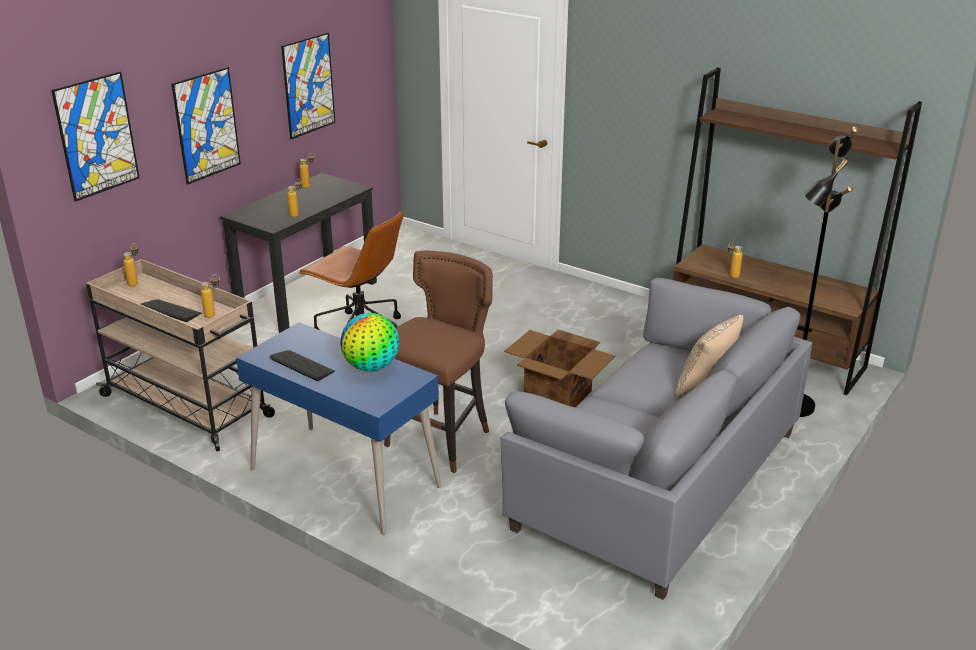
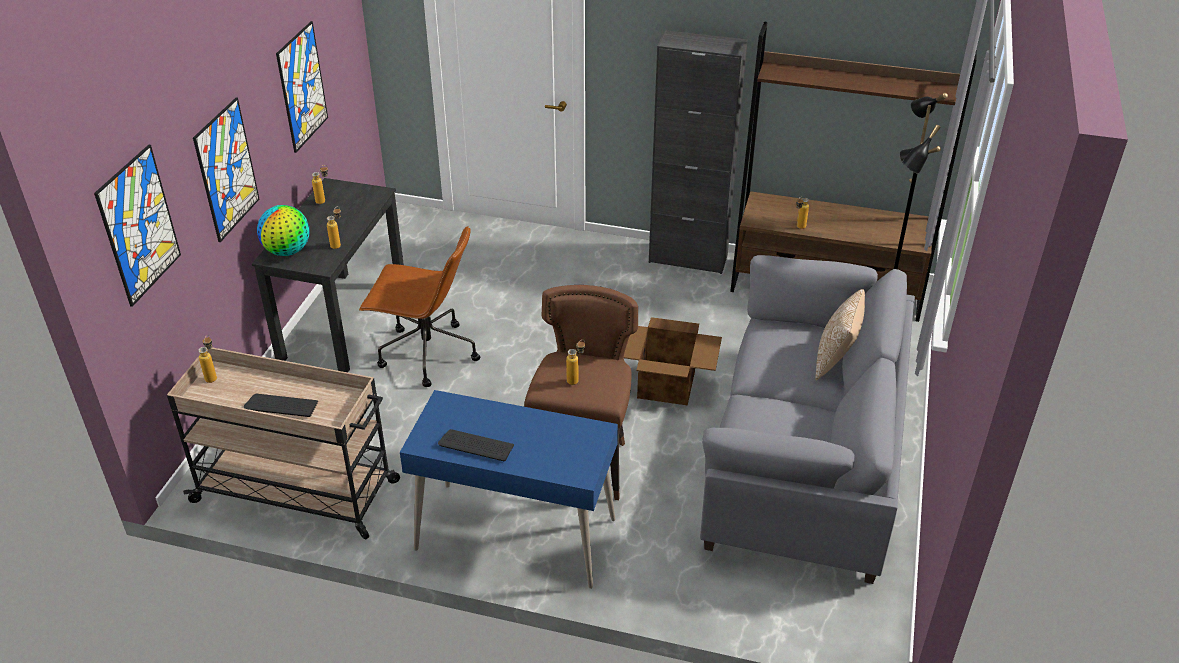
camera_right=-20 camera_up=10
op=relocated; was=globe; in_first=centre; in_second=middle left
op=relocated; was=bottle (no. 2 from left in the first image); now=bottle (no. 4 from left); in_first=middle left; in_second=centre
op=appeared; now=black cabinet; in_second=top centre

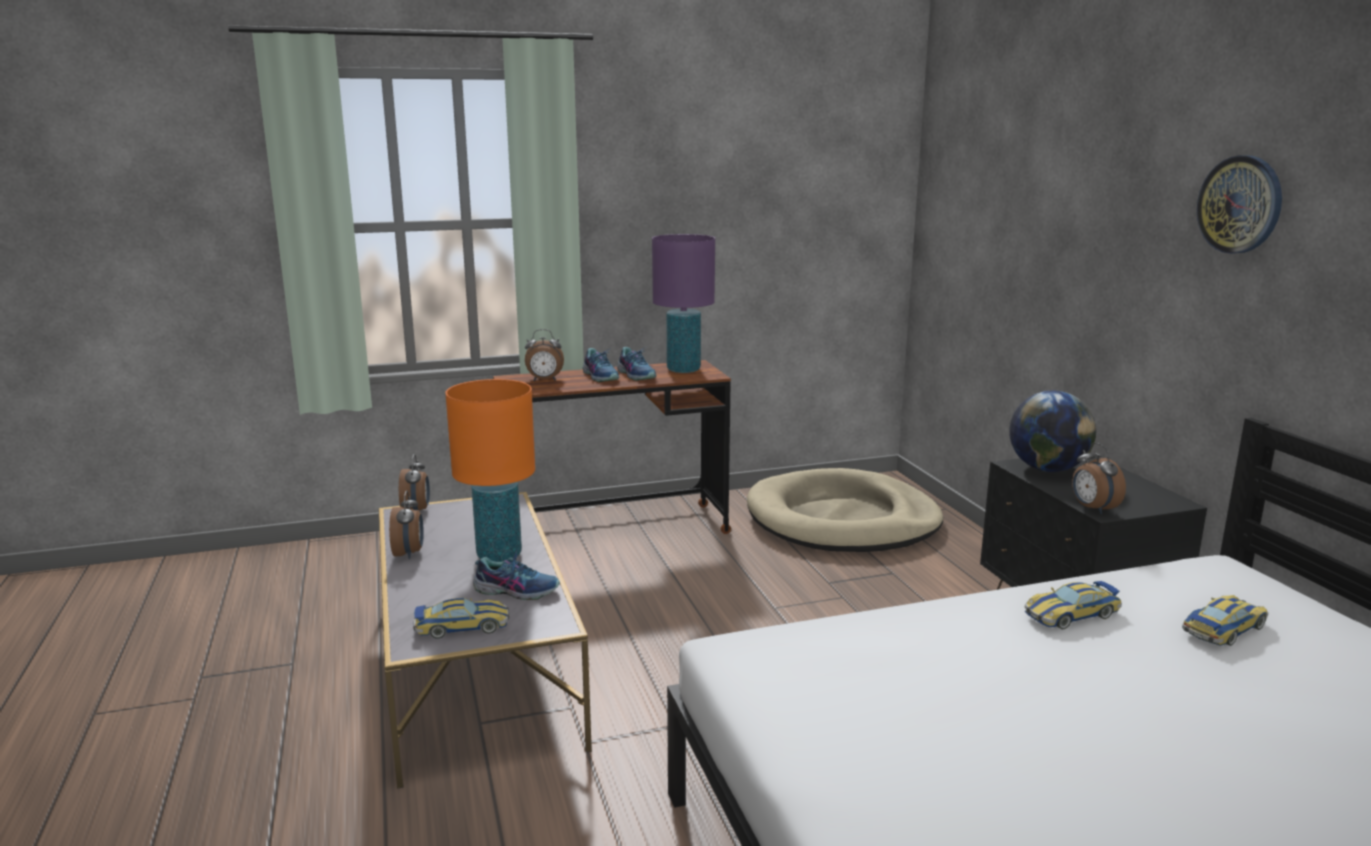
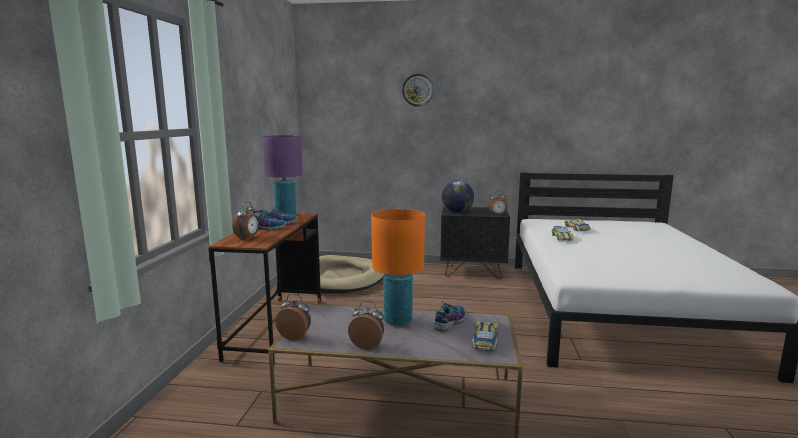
camera_right=-65 camera_up=-5
op=relocated; was=wall clock; in_first=top right; in_second=top centre

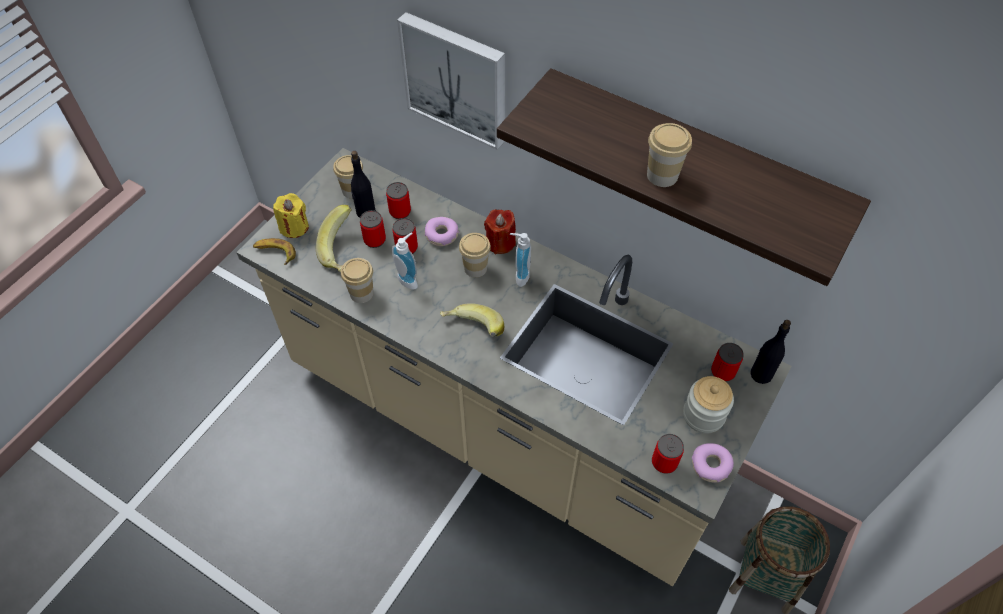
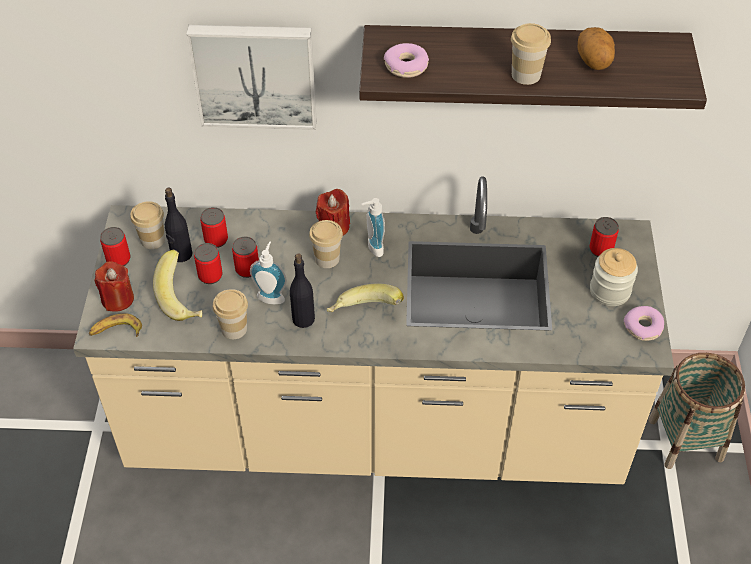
camera_right=-30 camera_up=-5
op=colour; was=yellow candle; now=red candle (no. 1 from left); in_first=middle left; in_second=middle left
op=relocated; was=can (no. 4 from left in the first image); now=can (no. 1 from left); in_first=bottom centre; in_second=middle left
op=relocated; was=black bottle (no. 2 from left); in_first=middle right; in_second=centre
op=relocated; was=donut (no. 1 from left); in_first=centre; in_second=top centre
op=appeared; now=potato; in_second=top right

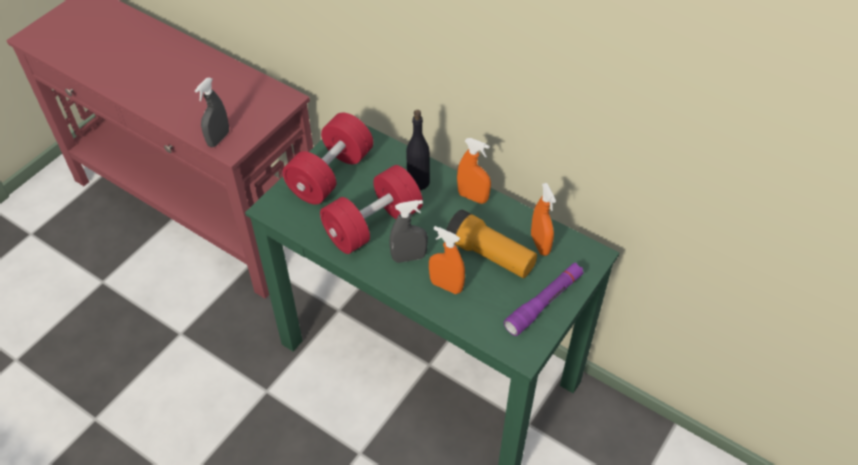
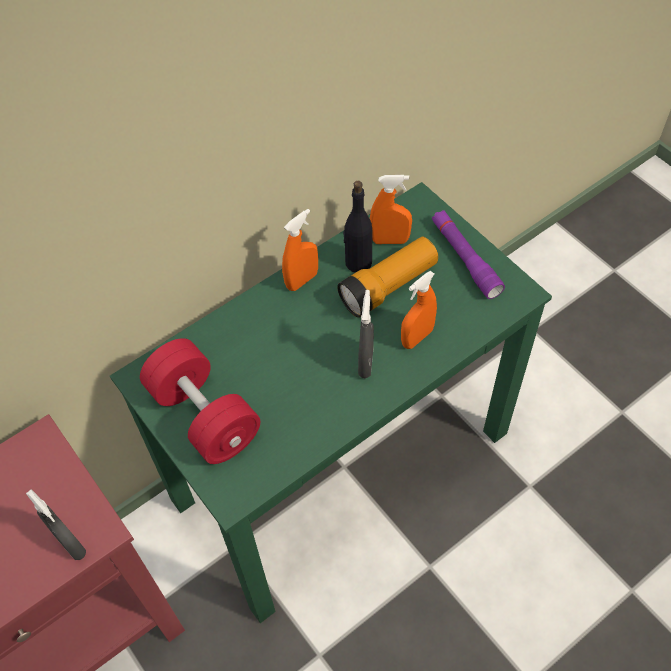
camera_right=-70 camera_up=5
op=relocated; was=black bottle; in_first=top centre; in_second=centre
op=missing; was=red dumbbell (no. 2 from left); in_first=centre

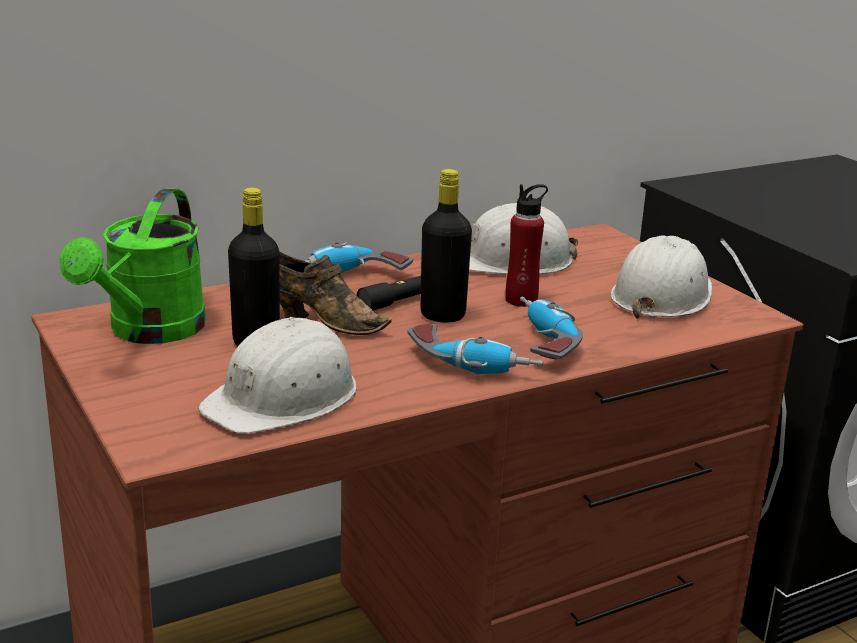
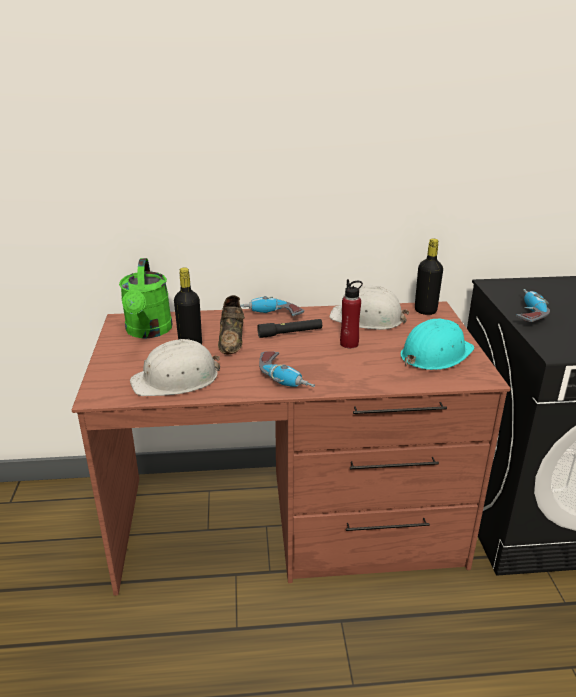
camera_right=25 camera_up=5
op=spun; was=green watering can; in_first=middle left; in_second=middle left; clockwise=-45
op=spun; was=brown shoe; in_first=centre; in_second=centre; clockwise=45
op=colour; was=white hard hat (no. 3 from left); now=turquoise hard hat; in_first=middle right; in_second=middle right
op=relocated; was=black bottle (no. 2 from left); in_first=centre; in_second=middle right
op=relocated; was=power drill (no. 3 from left); in_first=centre; in_second=middle right

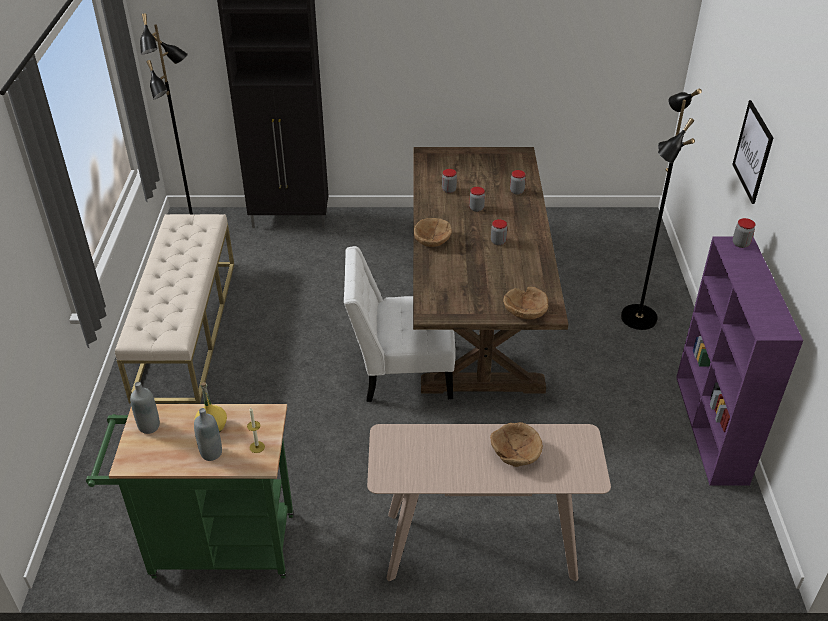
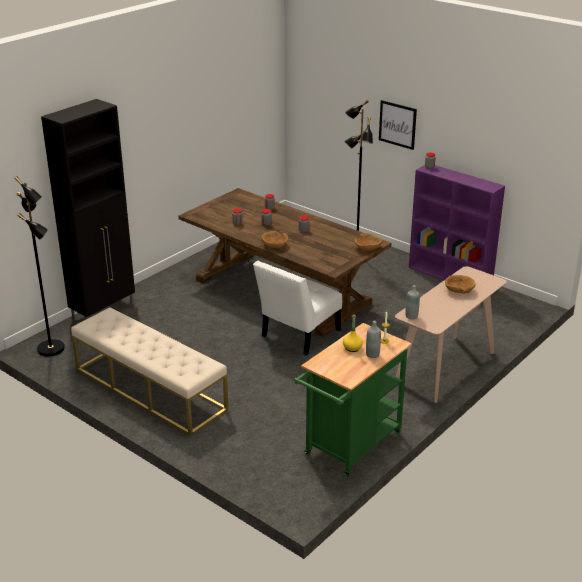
camera_right=-50 camera_up=-10
op=relocated; was=grey bottle (no. 1 from left in the first image); now=grey bottle (no. 2 from left); in_first=middle left; in_second=middle right

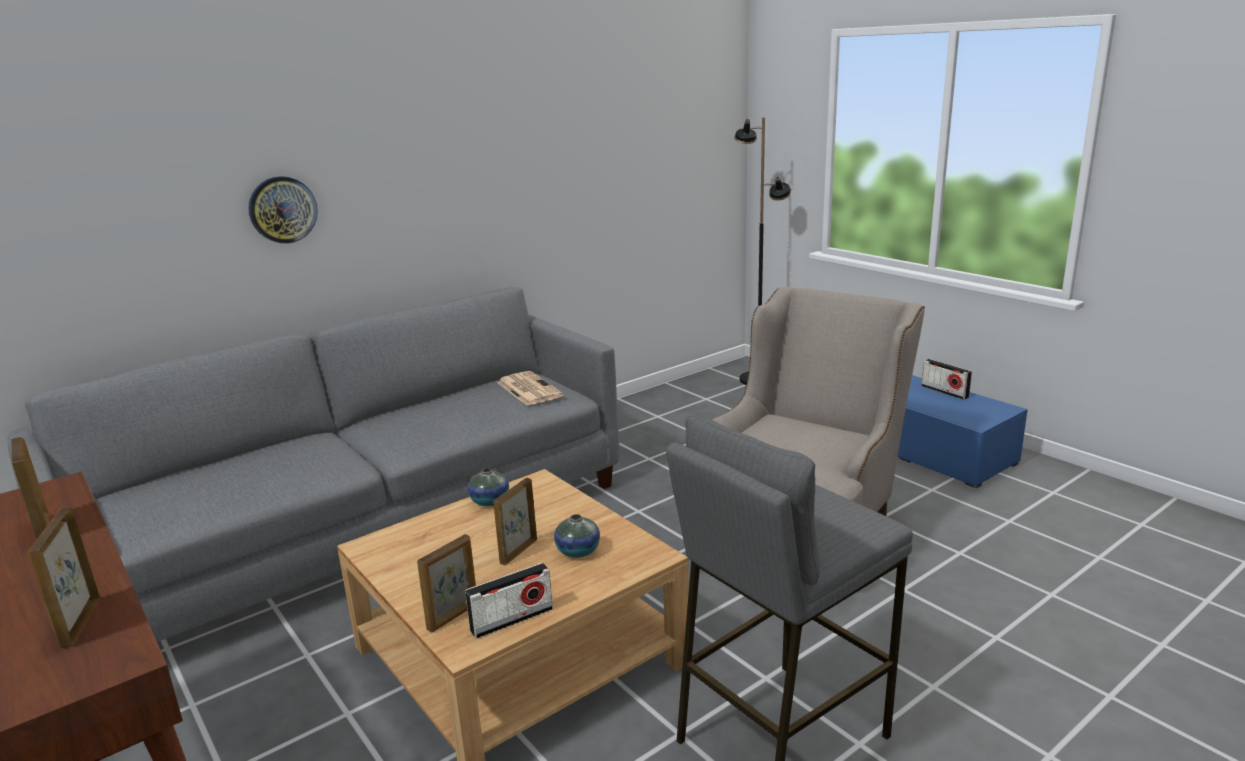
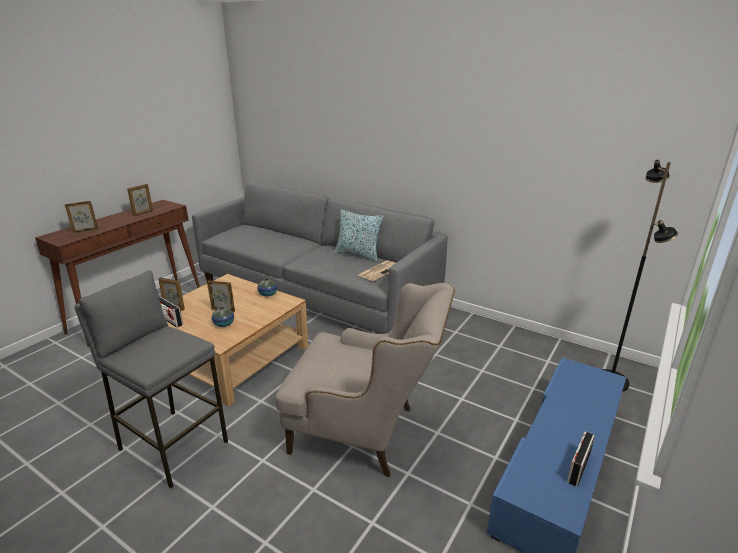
camera_right=70 camera_up=5
op=appeared; now=pillow; in_second=centre
op=missing; was=wall clock; in_first=top left

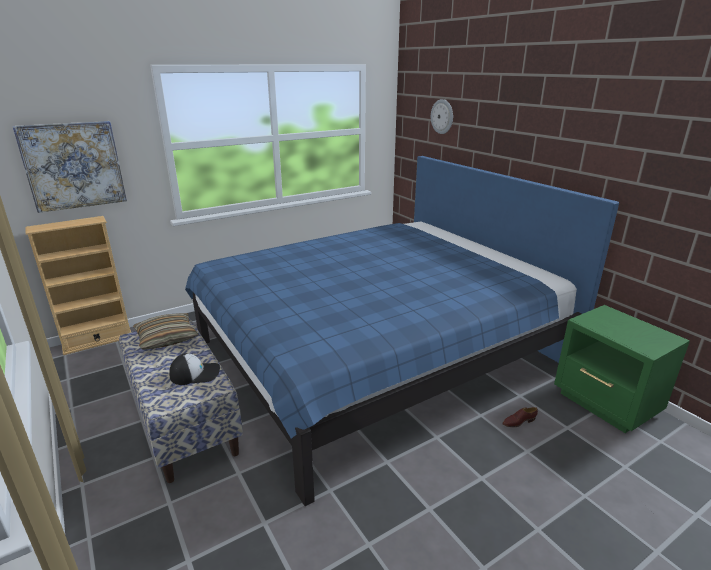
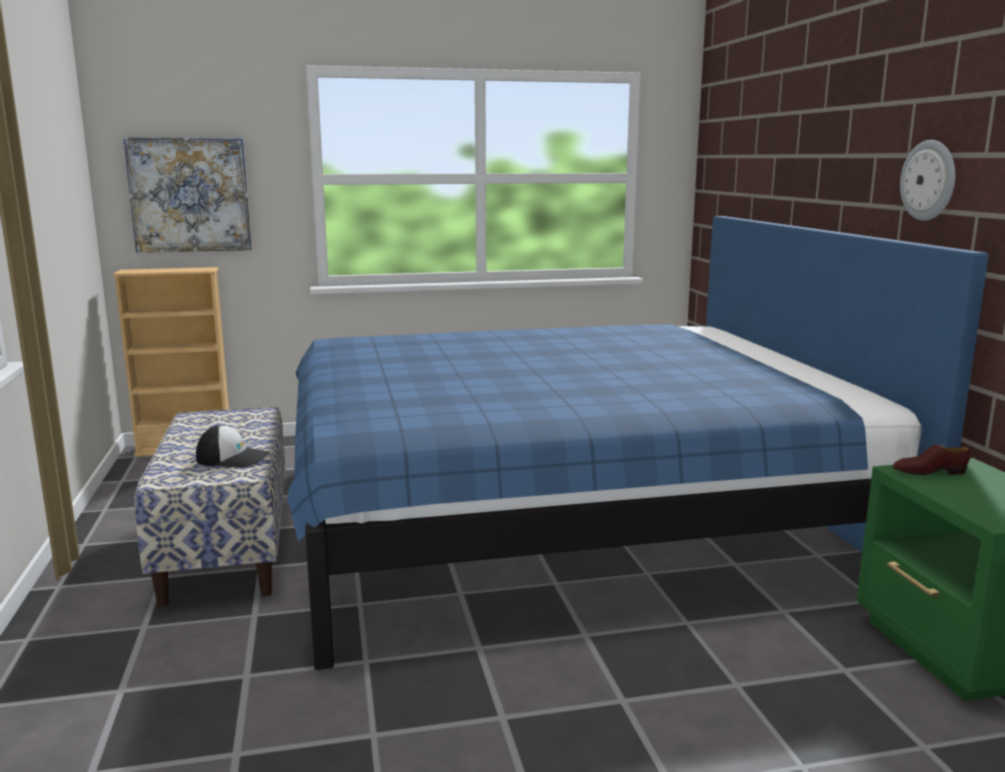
camera_right=20 camera_up=-10
op=relocated; was=brown shoe; in_first=bottom right; in_second=middle right
op=relocated; was=wall clock; in_first=top centre; in_second=top right
op=missing; was=pillow; in_first=middle left

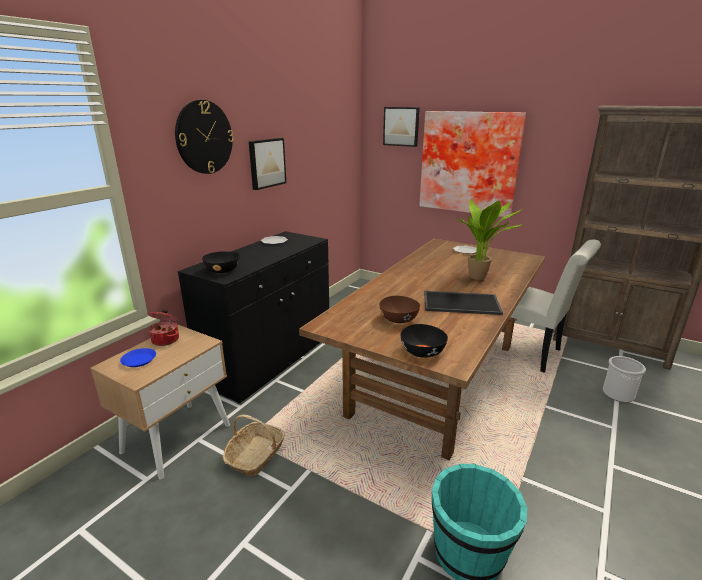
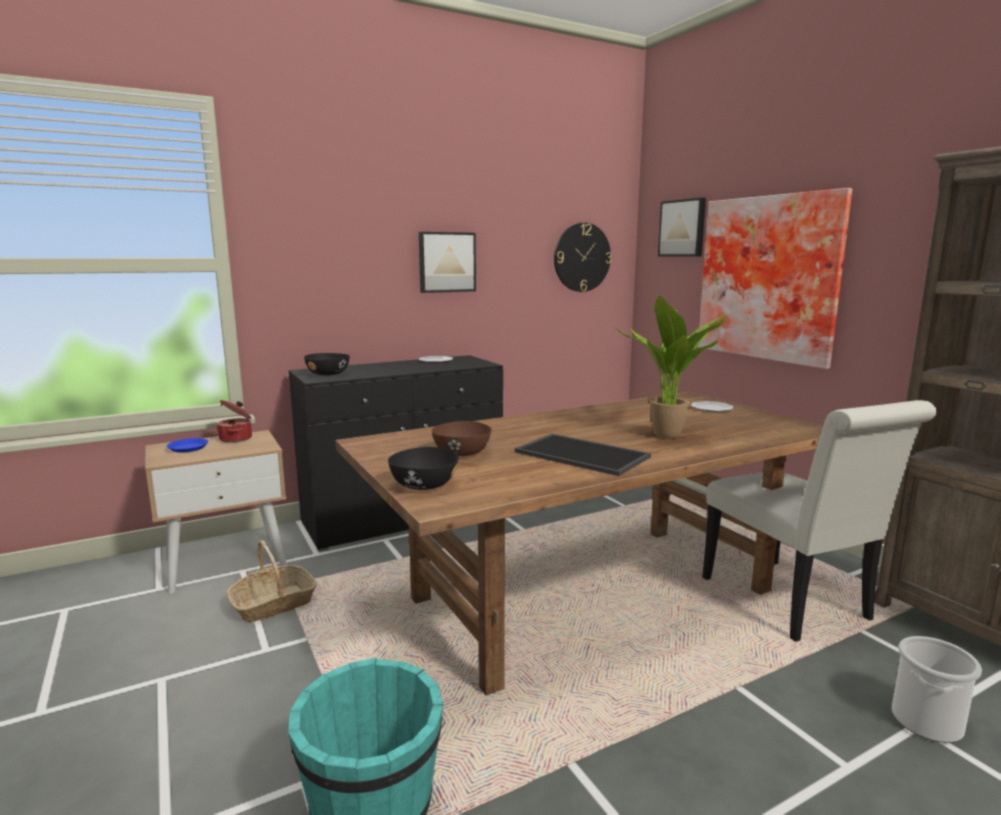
camera_right=30 camera_up=-10
op=relocated; was=wall clock; in_first=top left; in_second=top centre

